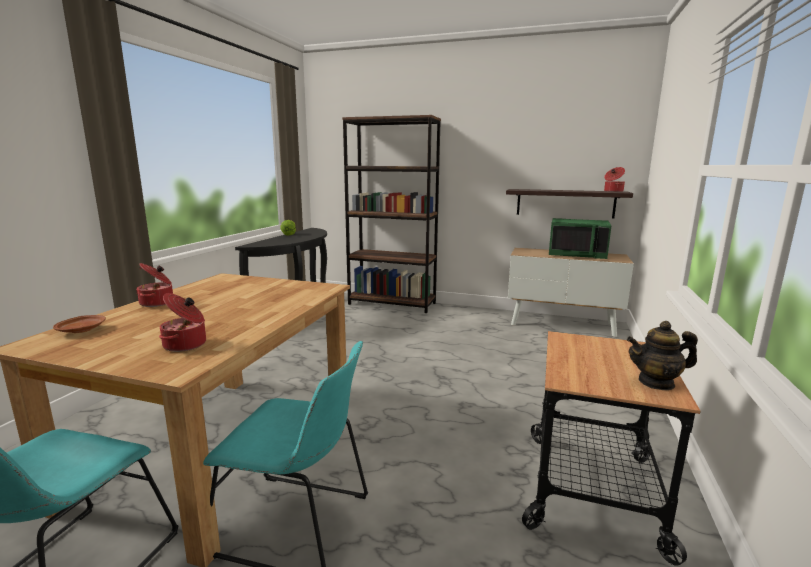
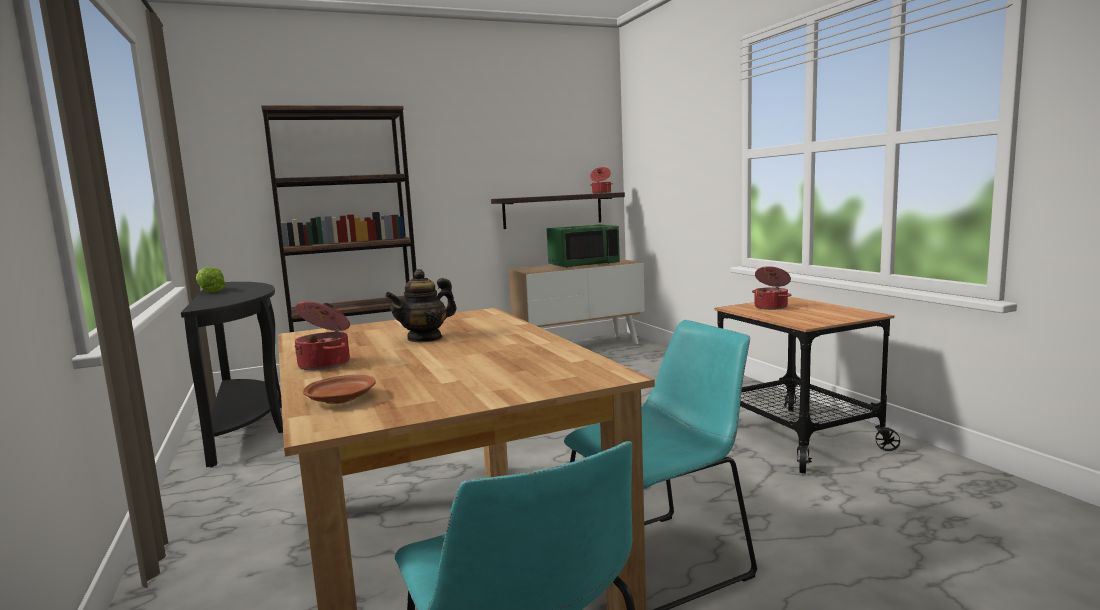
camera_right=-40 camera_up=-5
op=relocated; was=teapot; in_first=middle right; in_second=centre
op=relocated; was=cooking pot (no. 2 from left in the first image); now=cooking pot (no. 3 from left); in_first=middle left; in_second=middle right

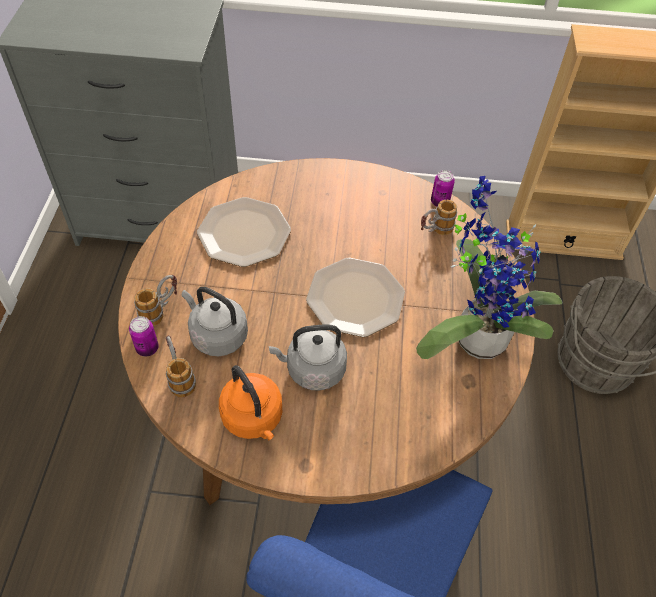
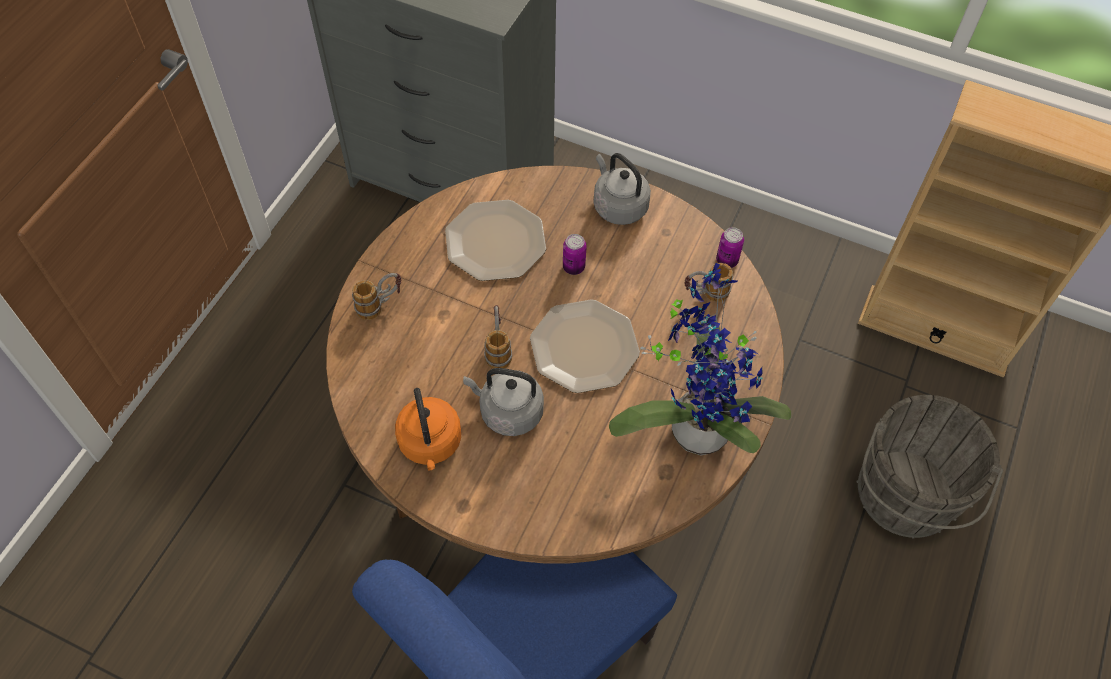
camera_right=20 camera_up=5
op=relocated; was=mug (no. 2 from left); in_first=middle left; in_second=centre
op=relocated; was=can (no. 1 from left); in_first=middle left; in_second=centre
op=relocated; was=grey kettle (no. 1 from left in the first image); now=grey kettle (no. 2 from left); in_first=middle left; in_second=top centre

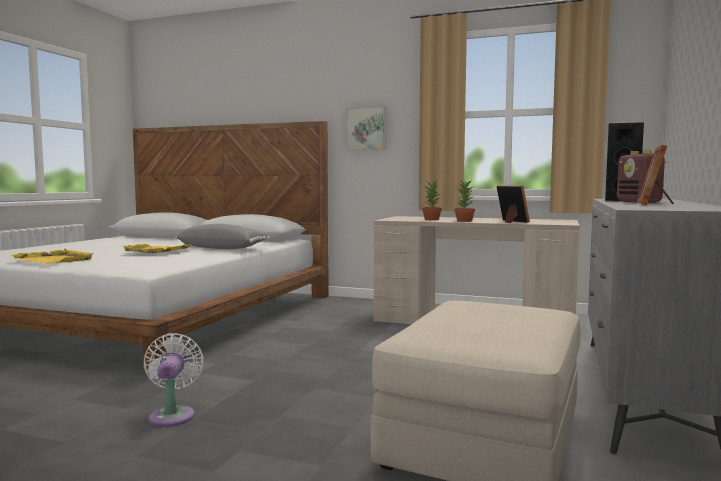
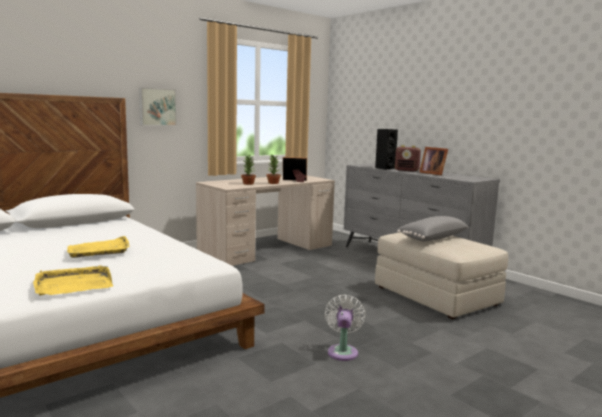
camera_right=-60 camera_up=5
op=spun; was=white fan; in_first=bottom left; in_second=bottom centre; clockwise=75
op=relocated; was=grey pillow; in_first=middle left; in_second=middle right

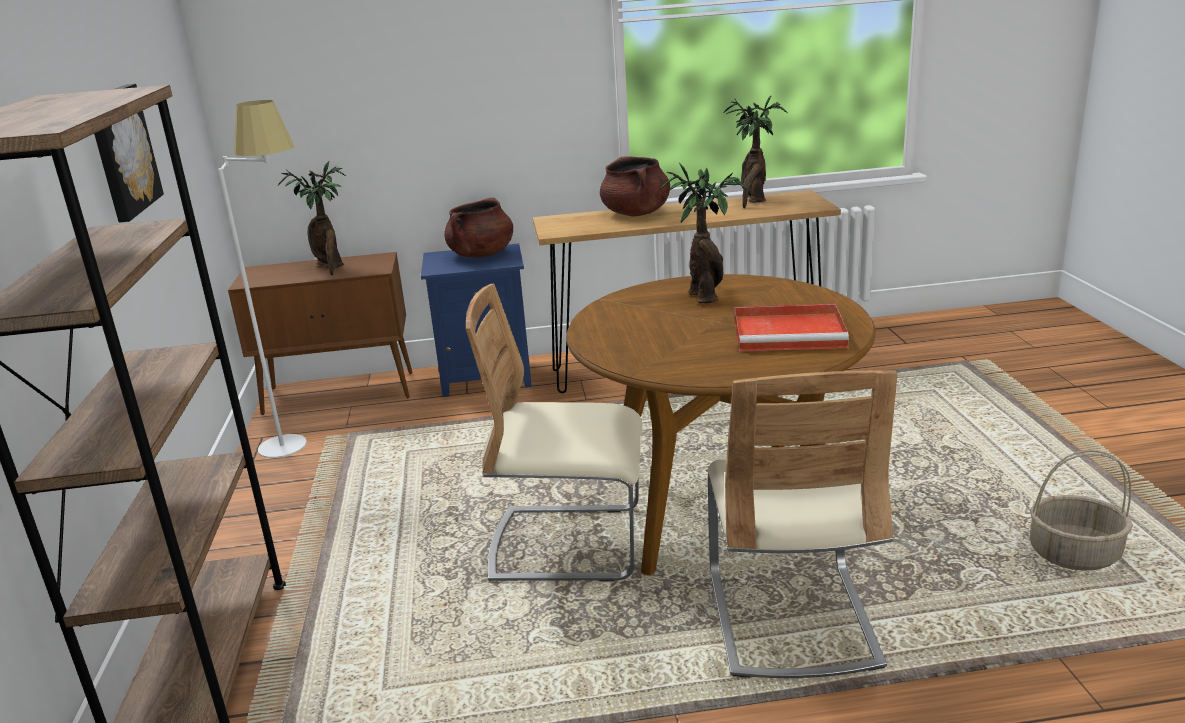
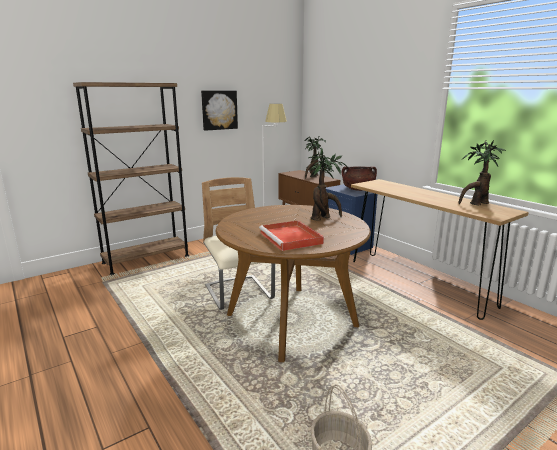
camera_right=60 camera_up=-5
op=missing; was=brown cooking pot (no. 2 from left); in_first=top centre
op=missing; was=beige chair (no. 2 from left); in_first=bottom right

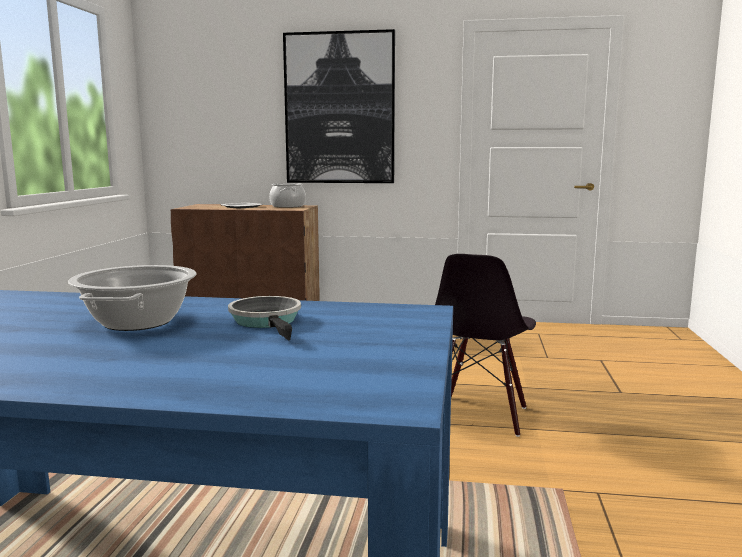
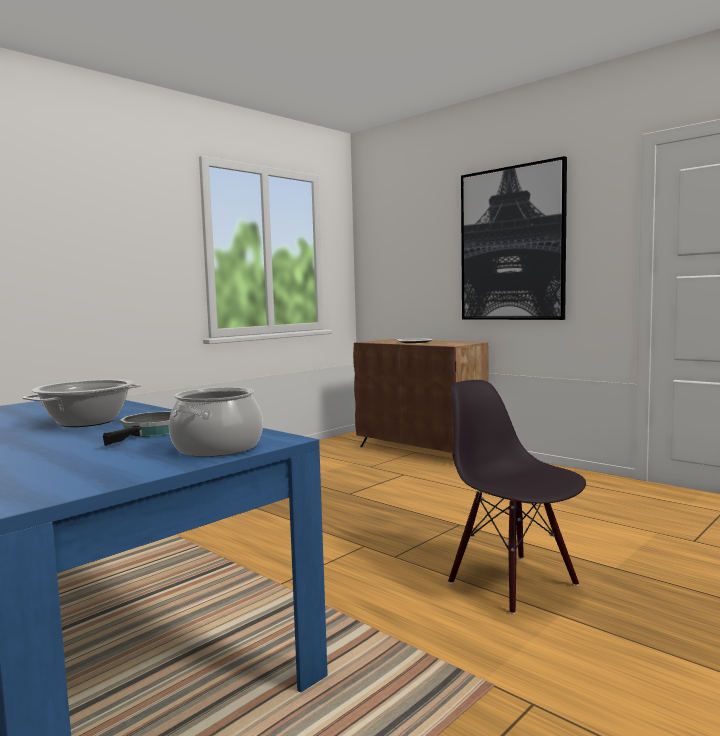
camera_right=35 camera_up=-5
op=relocated; was=cooking pot (no. 2 from left); in_first=centre; in_second=middle left
op=spun; was=black chair; in_first=centre; in_second=bottom right; clockwise=90

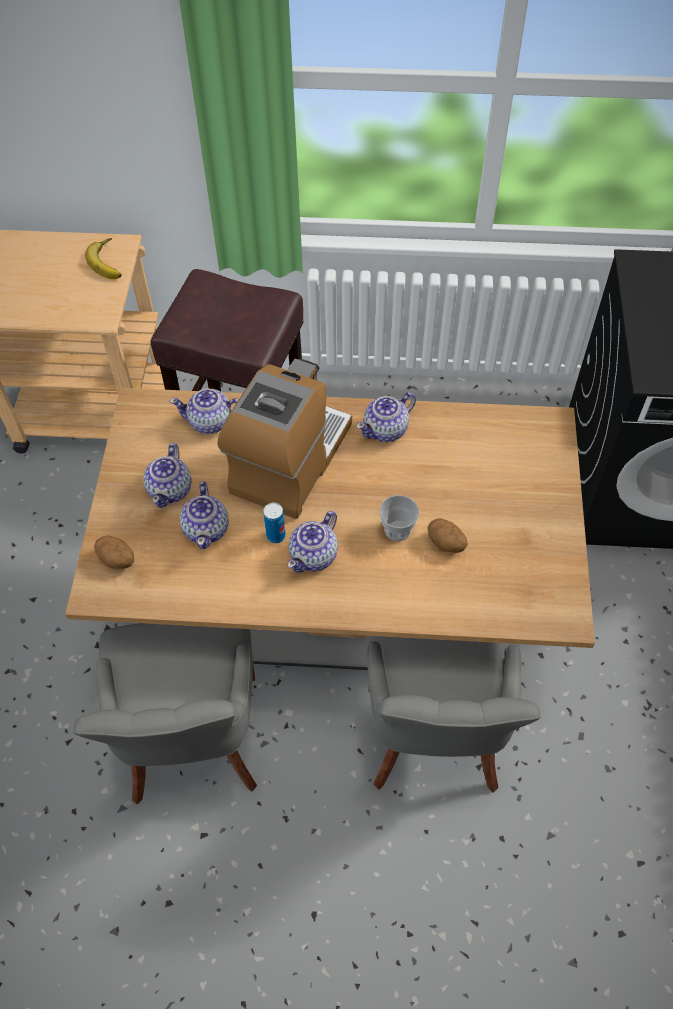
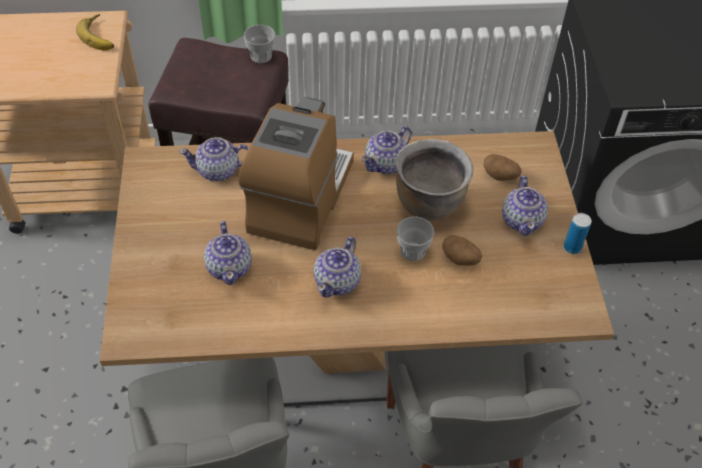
camera_right=-10 camera_up=-5
op=appeared; now=cup (no. 1 from left); in_second=top centre
op=appeared; now=brown cooking pot; in_second=centre
op=relocated; was=potato (no. 1 from left in the first image); now=potato (no. 2 from left); in_first=middle left; in_second=middle right
op=relocated; was=teapot (no. 1 from left in the first image); now=teapot (no. 5 from left); in_first=middle left; in_second=middle right
op=relocated; was=can; in_first=centre; in_second=middle right

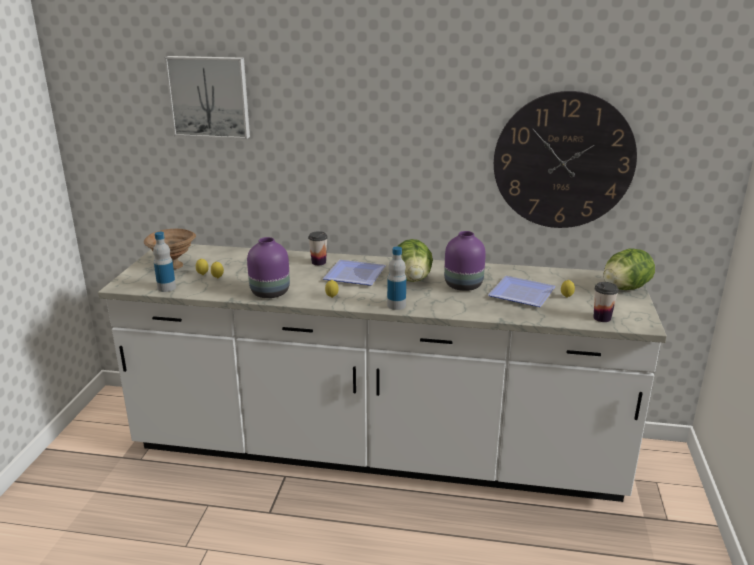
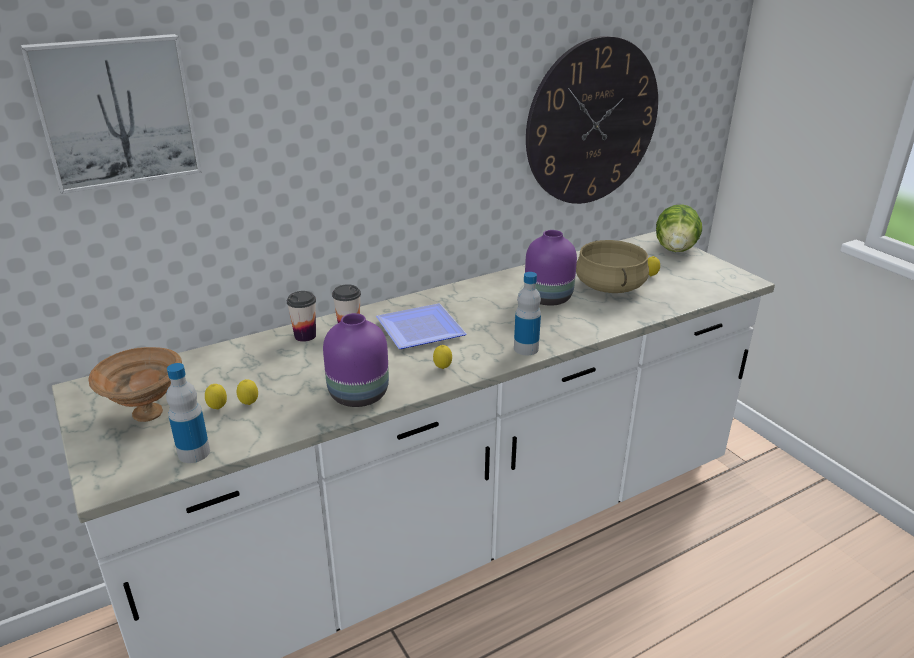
camera_right=-40 camera_up=5
op=relocated; was=cup (no. 2 from left in the first image); now=cup (no. 1 from left); in_first=middle right; in_second=middle left
op=exchanged; was=plate (no. 2 from left); now=beige cooking pot; in_first=middle right; in_second=middle right
op=missing; was=lettuce (no. 1 from left); in_first=centre

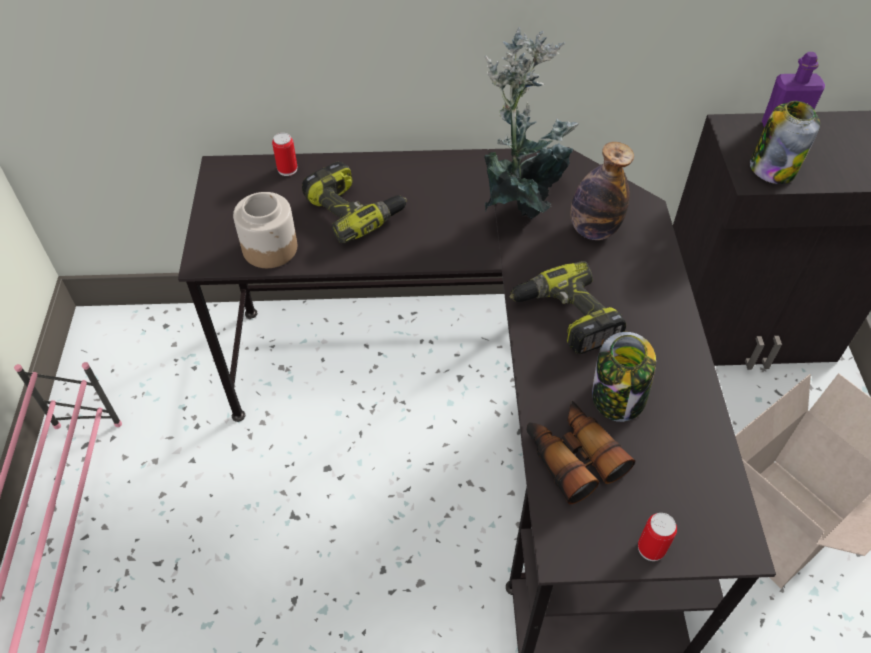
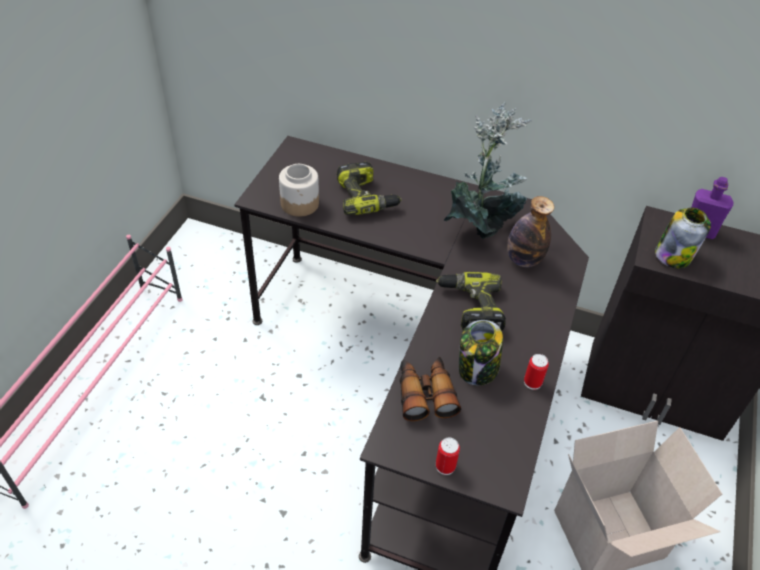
camera_right=20 camera_up=-5
op=relocated; was=can (no. 1 from left in the first image); now=can (no. 2 from left); in_first=top left; in_second=middle right

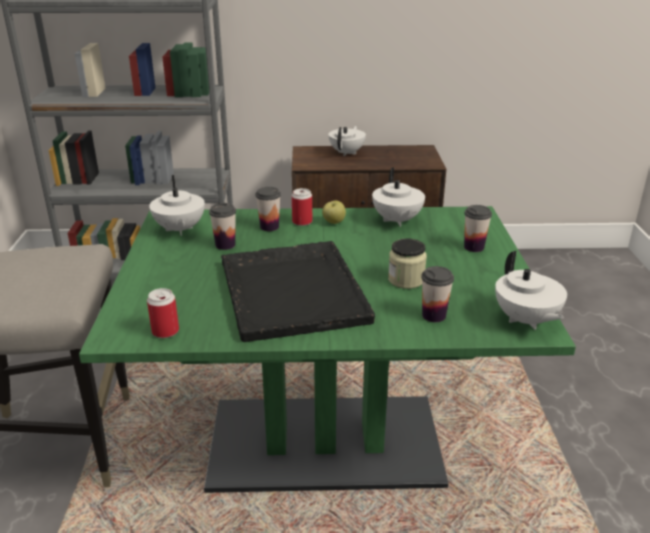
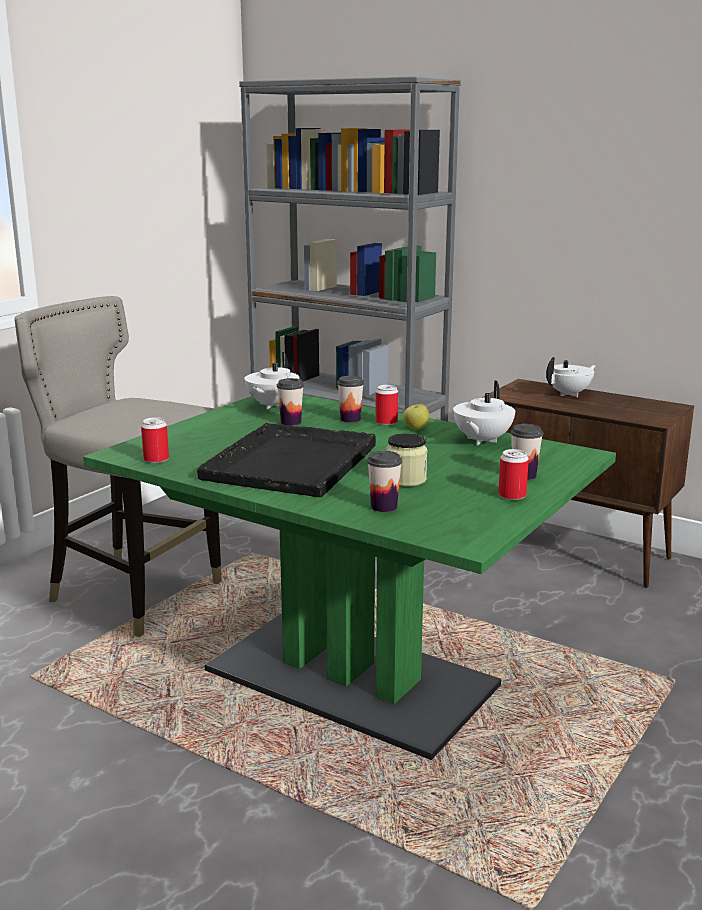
camera_right=35 camera_up=-10
op=appeared; now=can (no. 3 from left); in_second=middle right
op=missing; was=white teapot (no. 4 from left); in_first=middle right

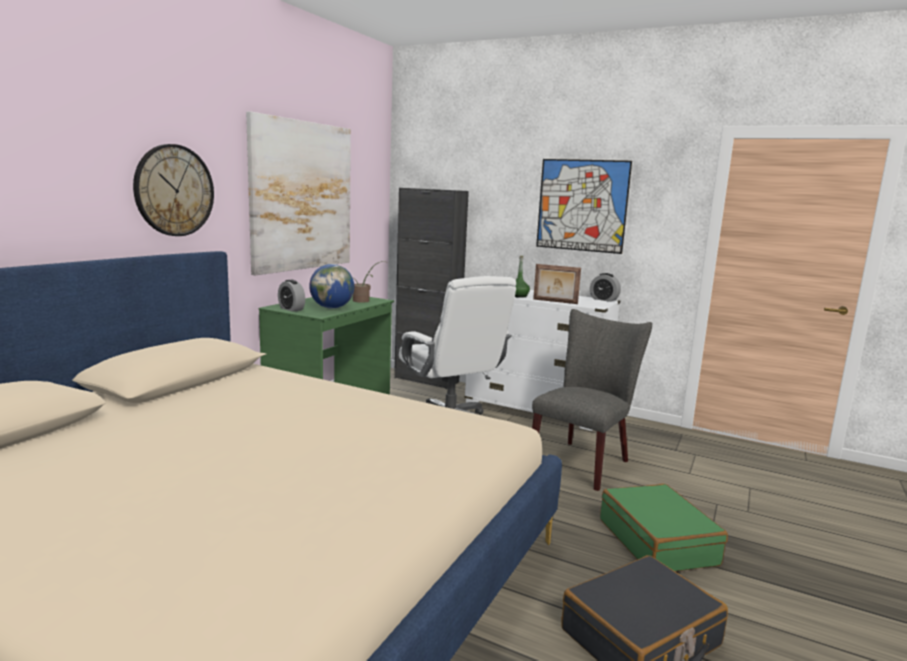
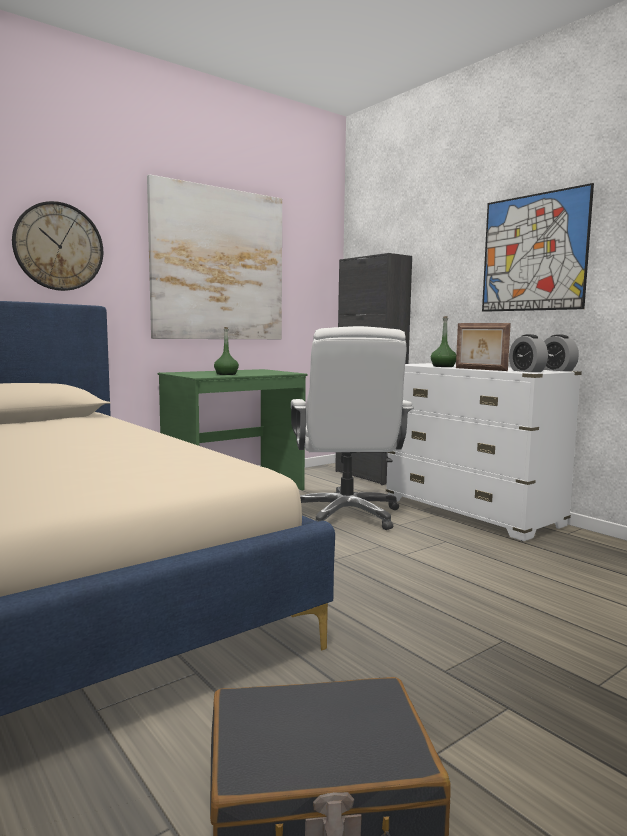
camera_right=25 camera_up=-5
op=exchanged; was=globe; now=green bottle (no. 1 from left); in_first=centre; in_second=centre
op=relocated; was=alarm clock (no. 1 from left); in_first=middle left; in_second=middle right
op=missing; was=potted plant; in_first=centre
op=missing; was=grey chair; in_first=centre
op=missing; was=green suitcase; in_first=bottom right

